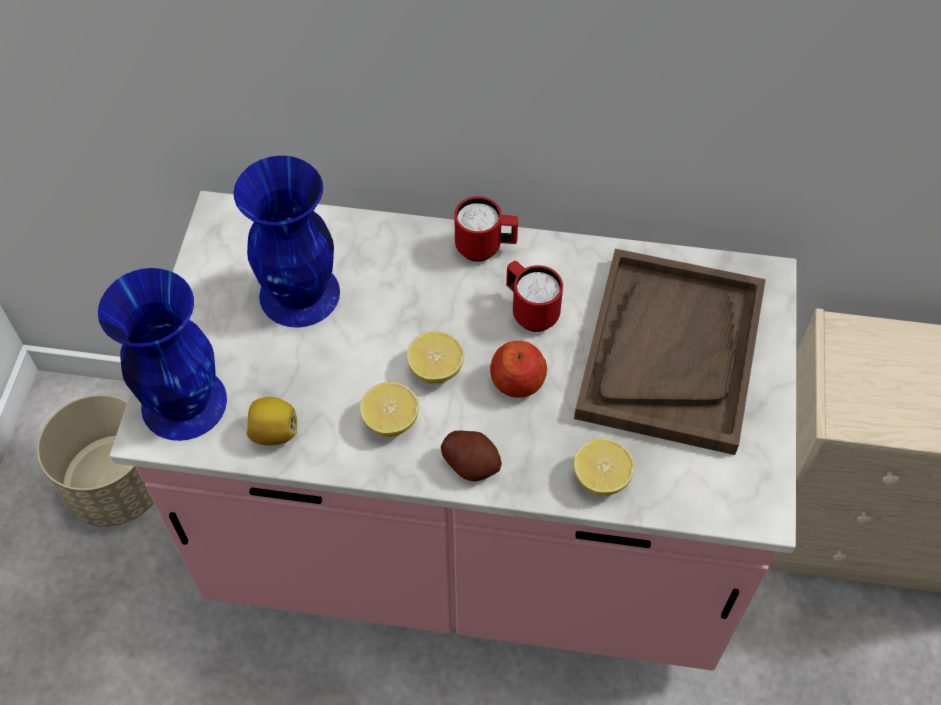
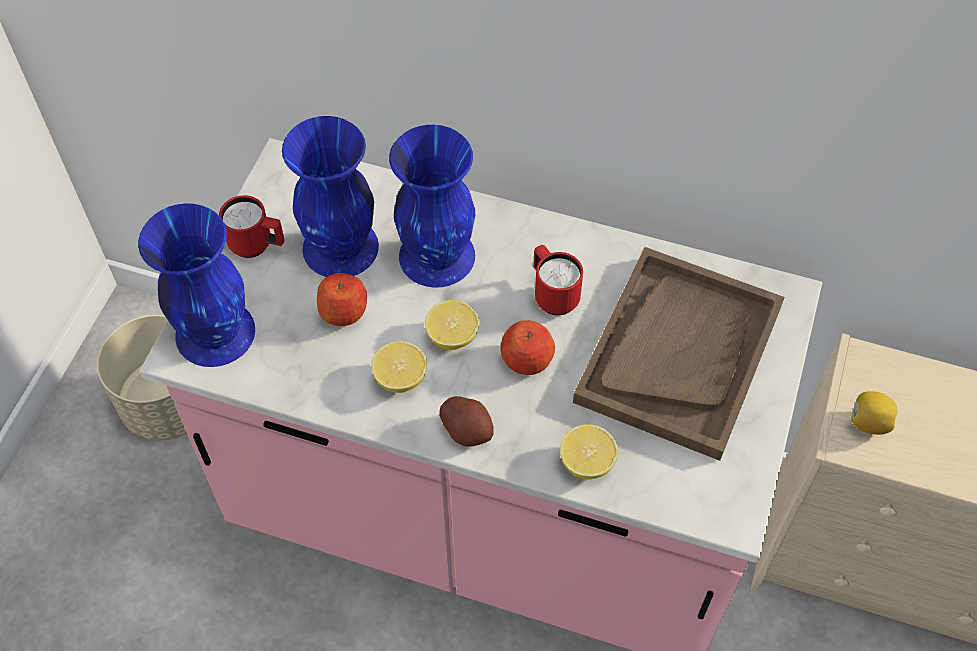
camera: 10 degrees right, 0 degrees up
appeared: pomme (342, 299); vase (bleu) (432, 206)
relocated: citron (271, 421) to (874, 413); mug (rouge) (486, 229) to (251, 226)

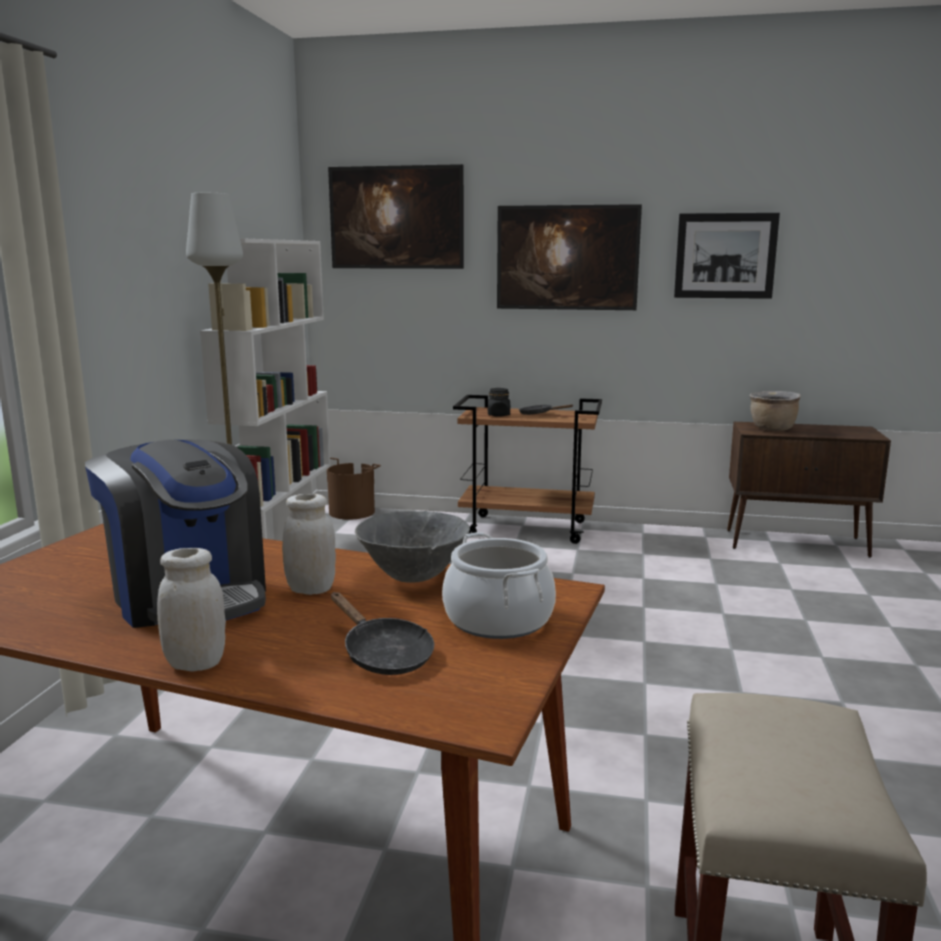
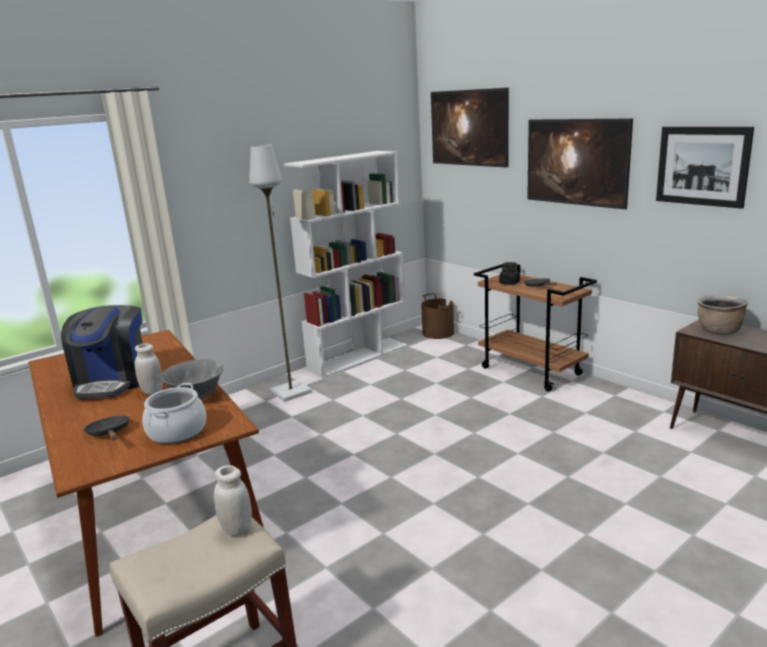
camera: 40 degrees right, 5 degrees up
relocated: bocal (blanc) (191, 610) to (233, 500)
spun: poêle (noir) (382, 633) = (107, 427) 150 degrees clockwise

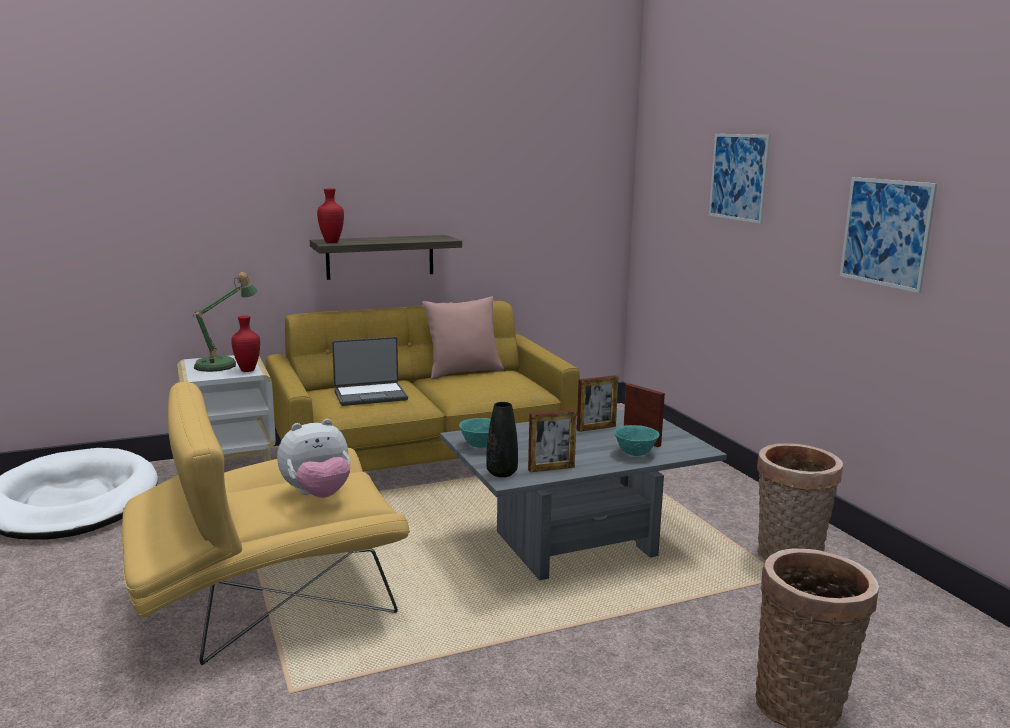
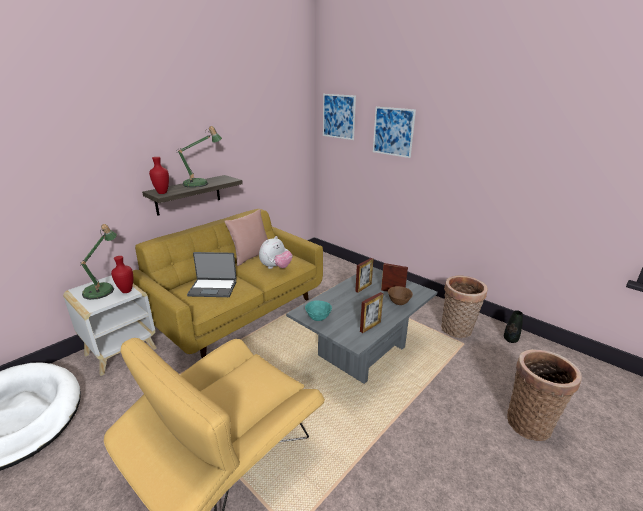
camera: 25 degrees left, 10 degrees up
appeared: lampe de table (199, 157)
relocated: peluche (313, 458) to (276, 252); vase (noir) (502, 439) to (513, 326); tableau (888, 235) to (339, 117)
colour: bol (turquoise) (636, 440) to bol (marron) (400, 295)
spun: ordinateur portable (370, 371) = (212, 274) 45 degrees clockwise

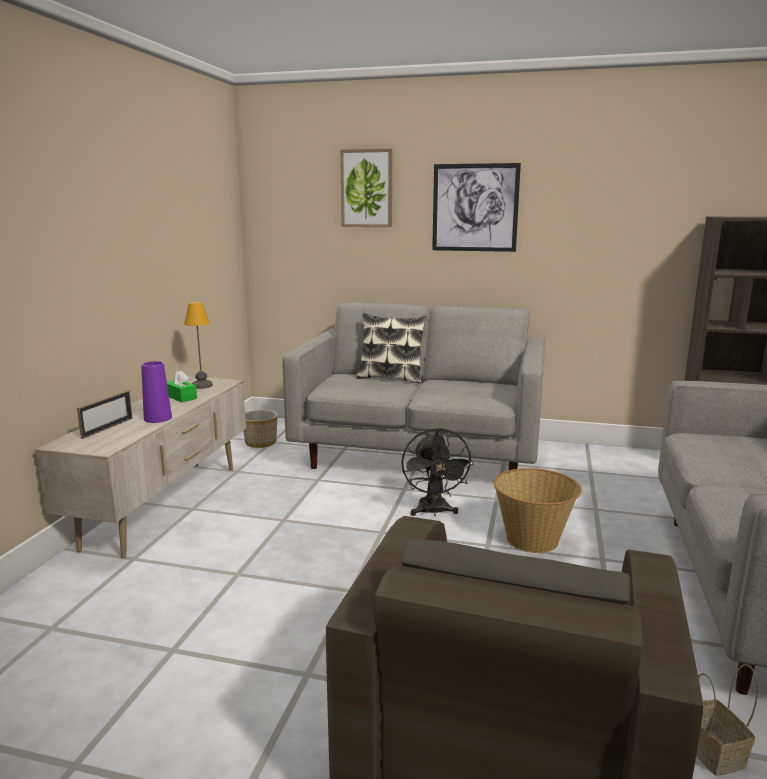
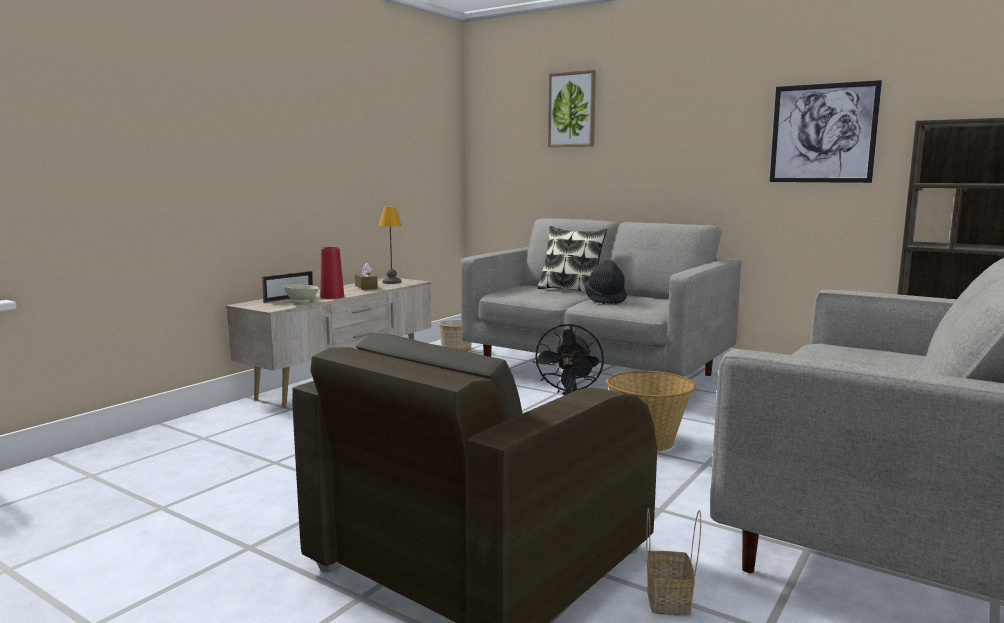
camera: 20 degrees right, 5 degrees down
appeared: bol (beige) (301, 293); chapeau (noir) (605, 282)
relocated: tableau (476, 207) to (826, 131)
colour: vase (violet) (156, 392) to vase (rouge) (332, 273); boîte à mouchoirs (vert) (182, 386) to boîte à mouchoirs (marron) (366, 276)

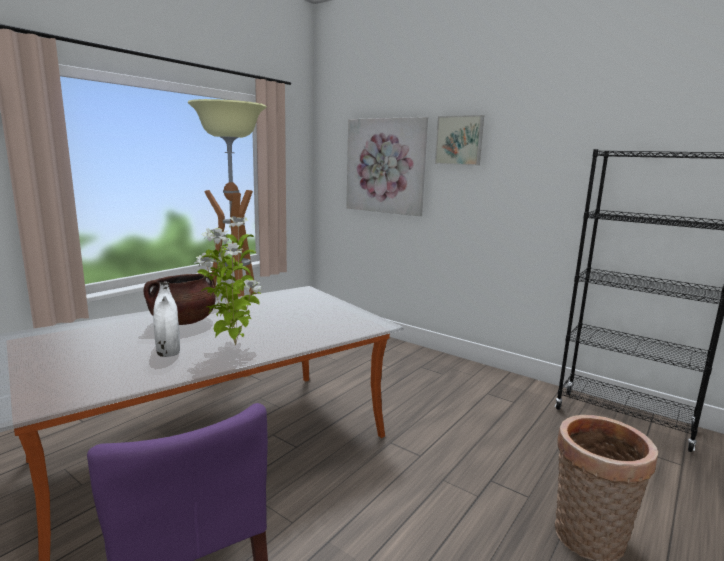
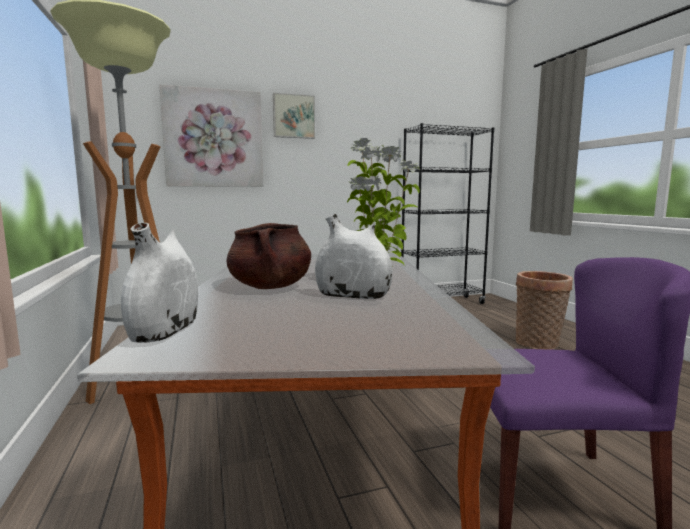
camera: 55 degrees left, 5 degrees down
appeared: vase (blanc) (159, 283)

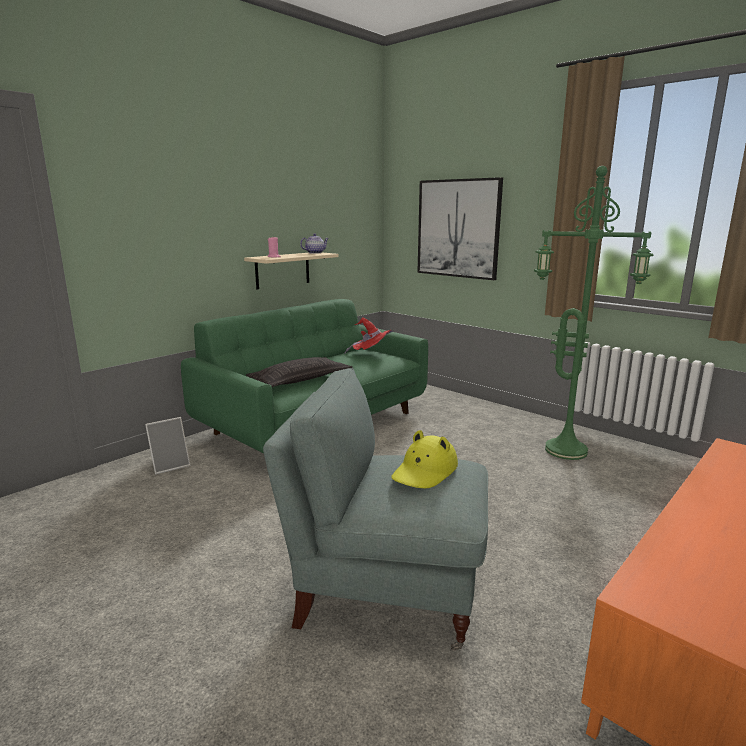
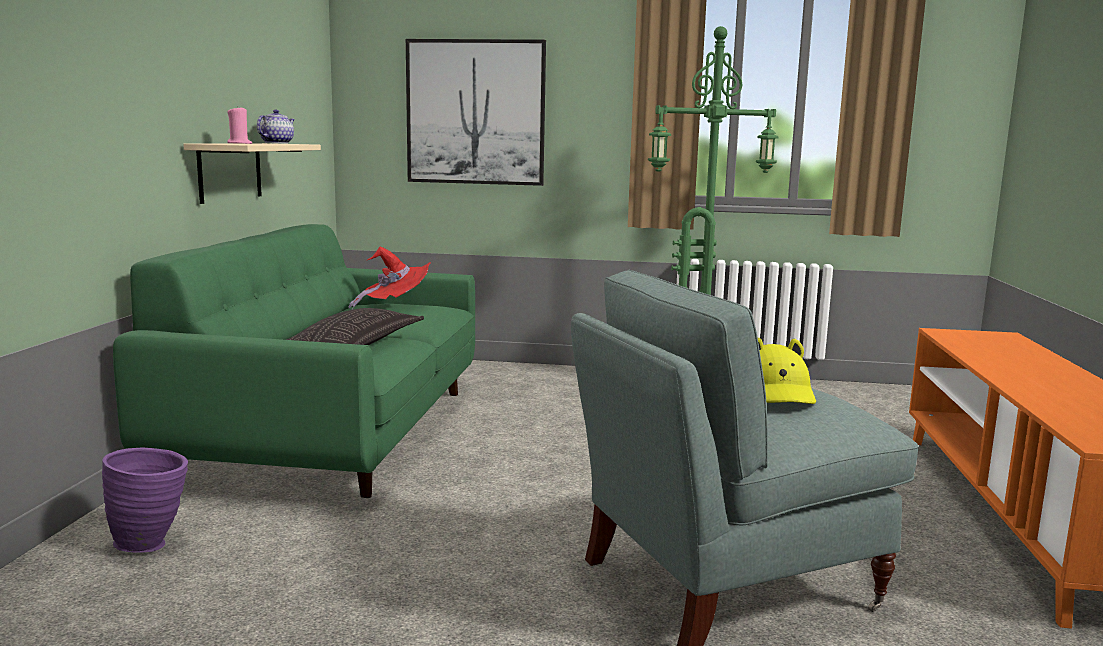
camera: 35 degrees left, 5 degrees down
exchanged: cadre photo (167, 445) to vase (violet) (145, 500)

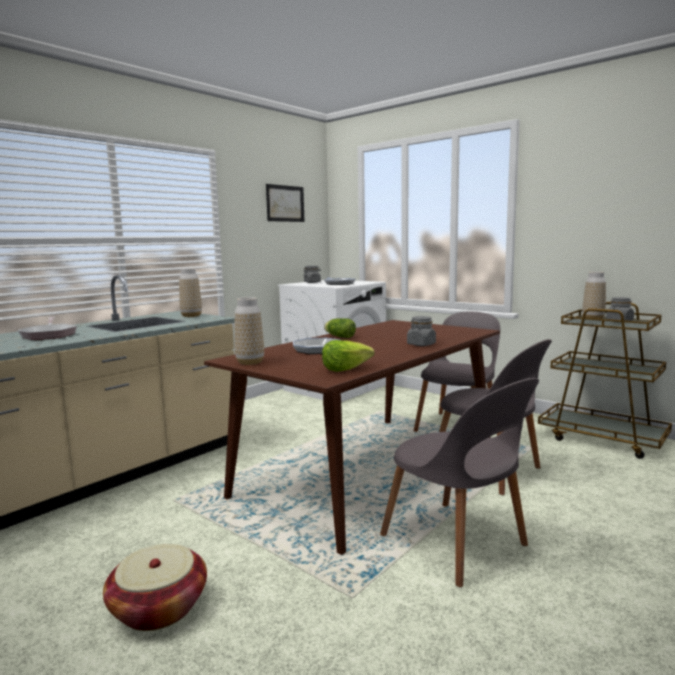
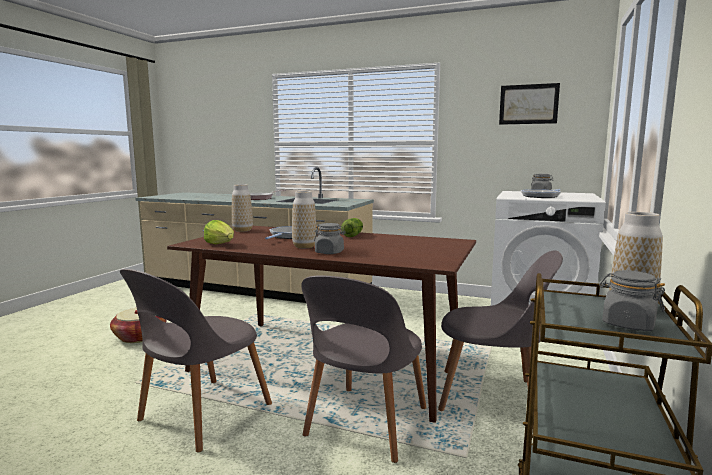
camera: 70 degrees right, 0 degrees up
relocated: vase (190, 292) to (304, 219)

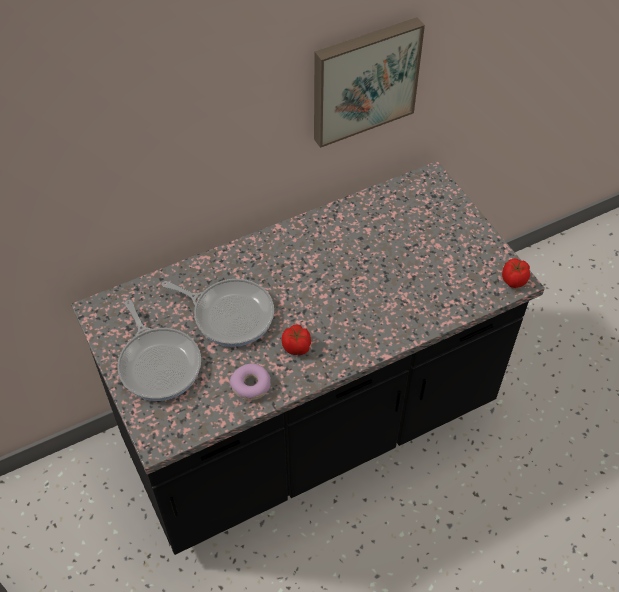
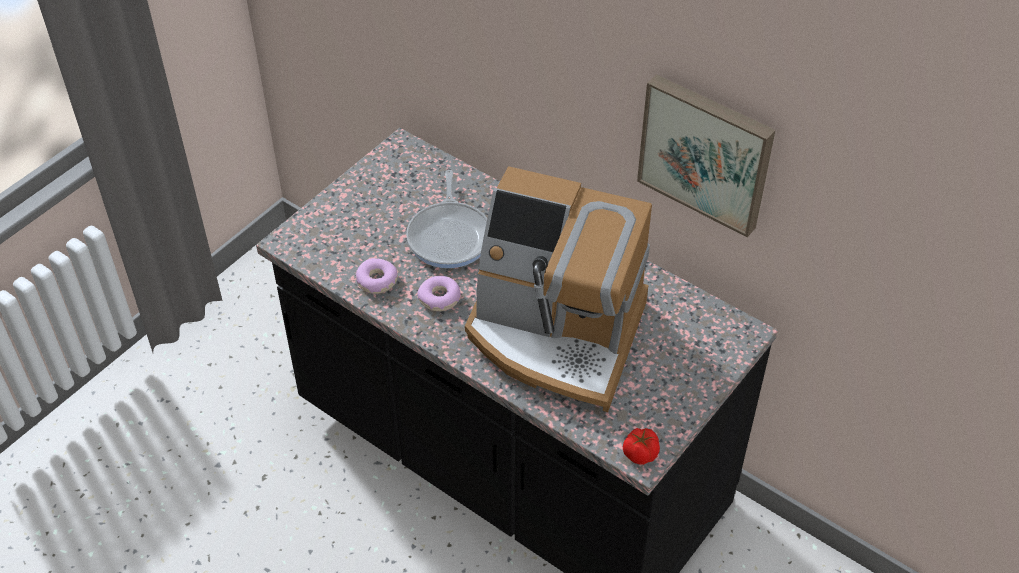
camera: 65 degrees right, 5 degrees down
missing: poêle (159, 350)
appeared: machine à café (558, 289)
exchanged: tomate (296, 340) to beignet (439, 293)

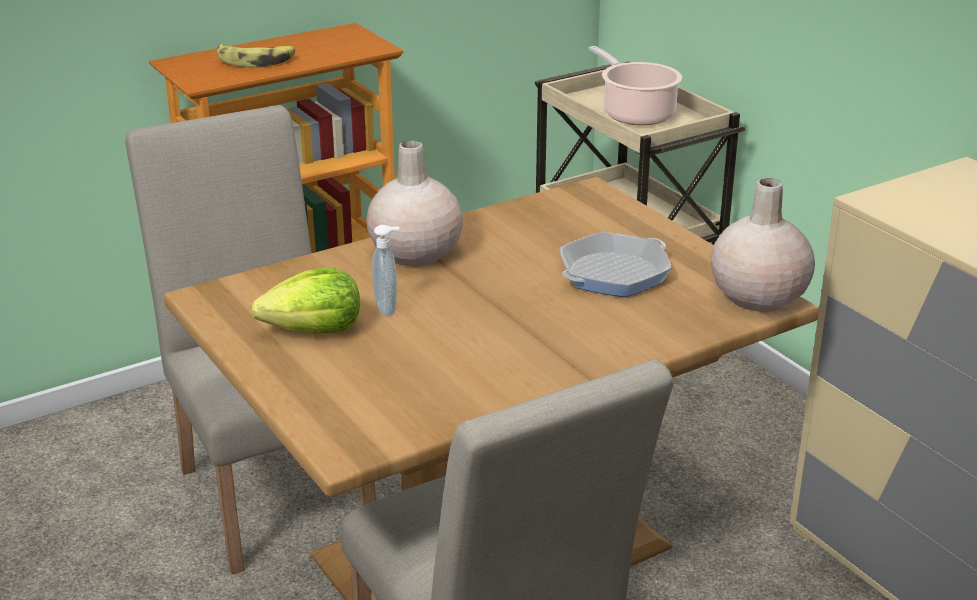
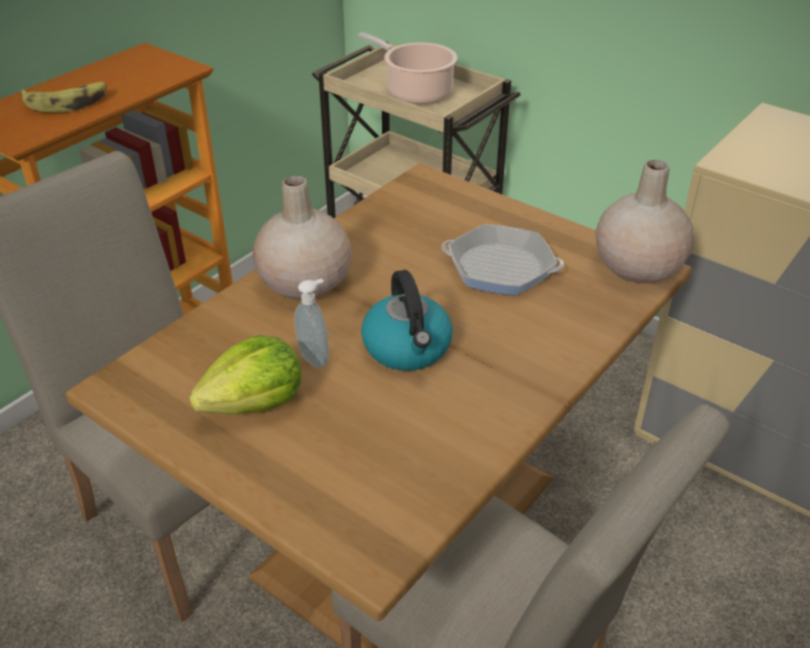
camera: 20 degrees left, 10 degrees up
appeared: bouilloire (407, 320)
spun: poêle (615, 264) = (502, 260) 105 degrees counterclockwise

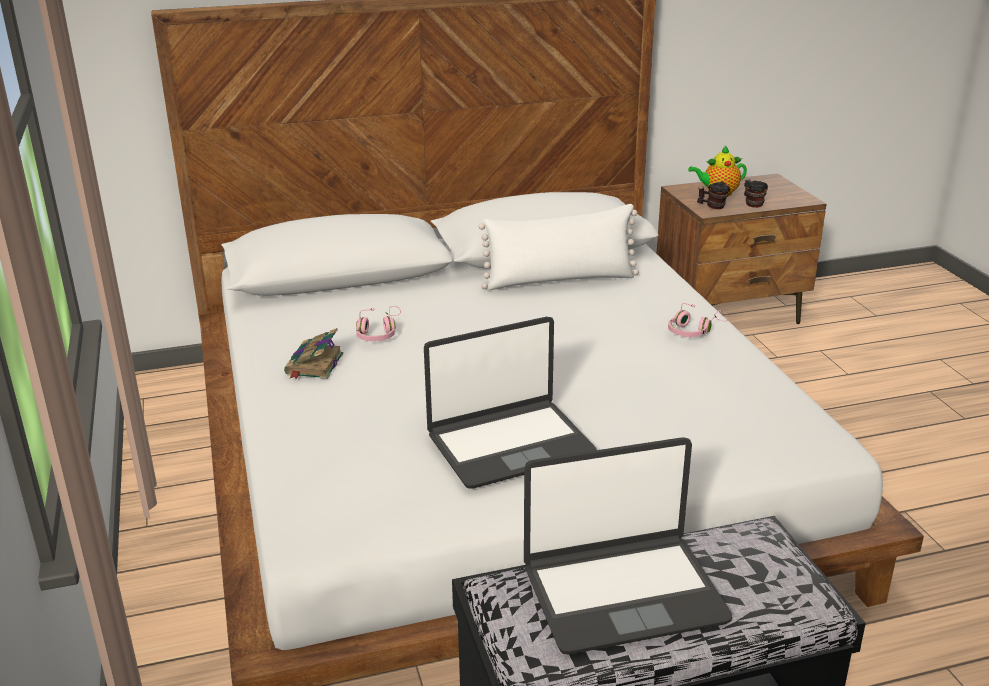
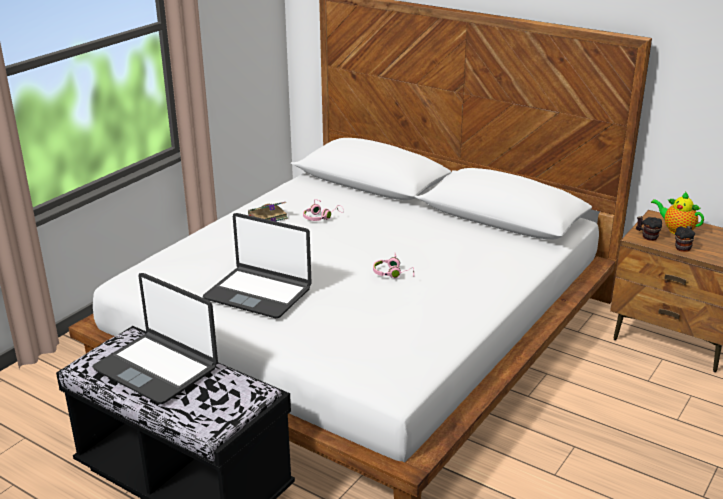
camera: 50 degrees right, 0 degrees up
missing: coussin (blanc) (558, 247)
relocated: casque audio (rose) (698, 320) to (393, 265)

